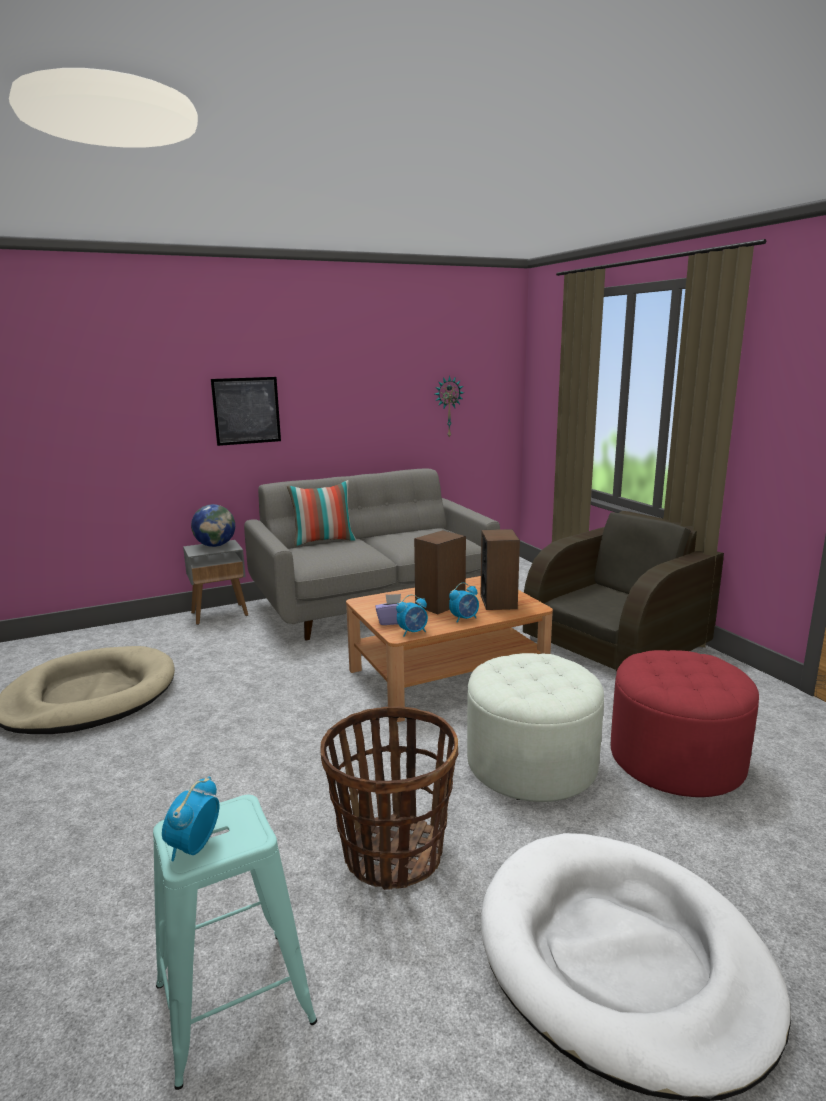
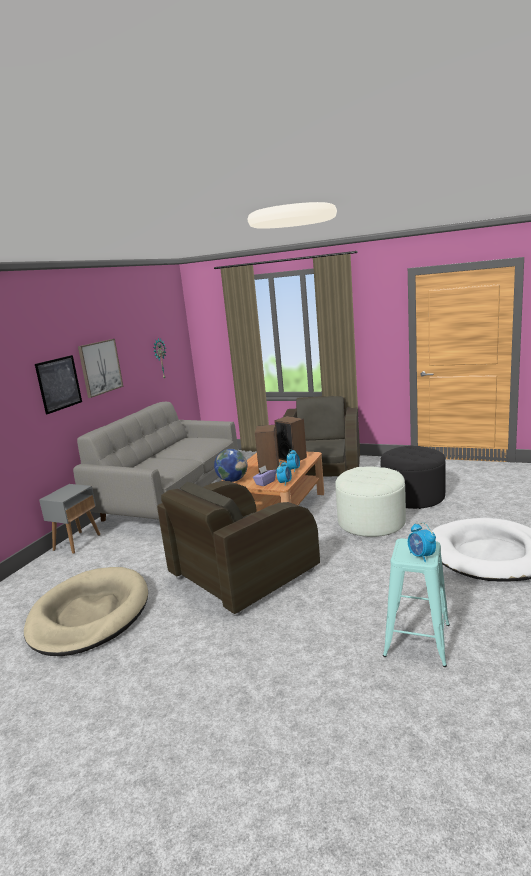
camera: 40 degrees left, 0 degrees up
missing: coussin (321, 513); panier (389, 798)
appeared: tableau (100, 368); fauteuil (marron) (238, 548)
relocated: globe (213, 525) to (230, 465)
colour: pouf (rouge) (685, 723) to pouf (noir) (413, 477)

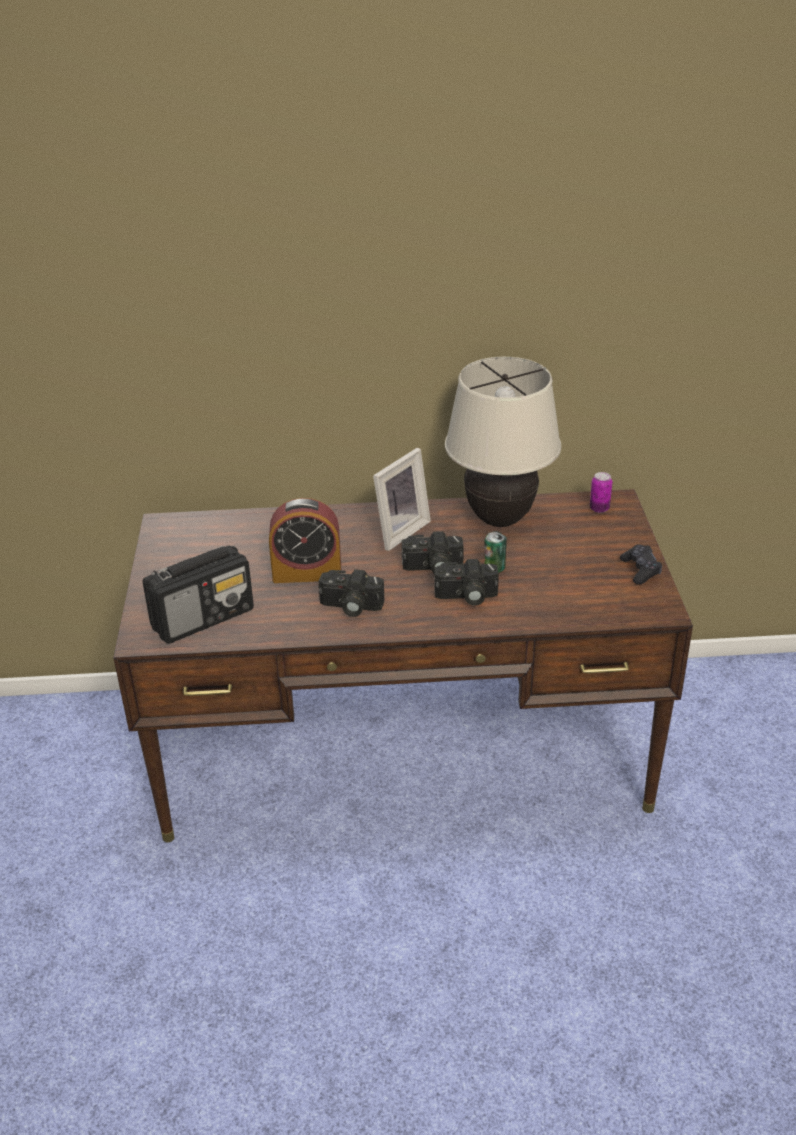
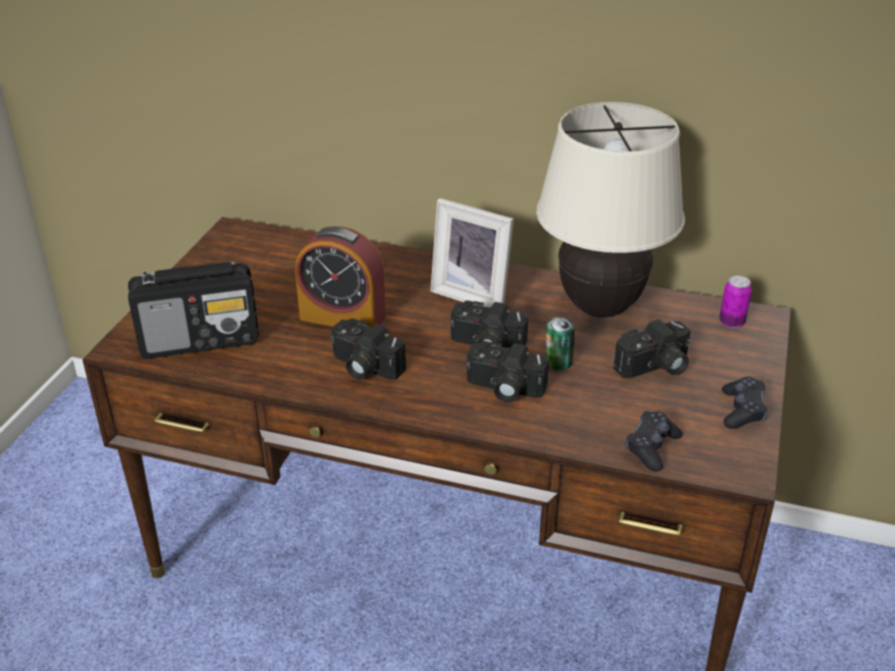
camera: 20 degrees right, 0 degrees up
appeared: appareil photo (652, 348); manette (noir) (654, 441)
spun: cadre photo (402, 499) = (472, 252) 60 degrees clockwise

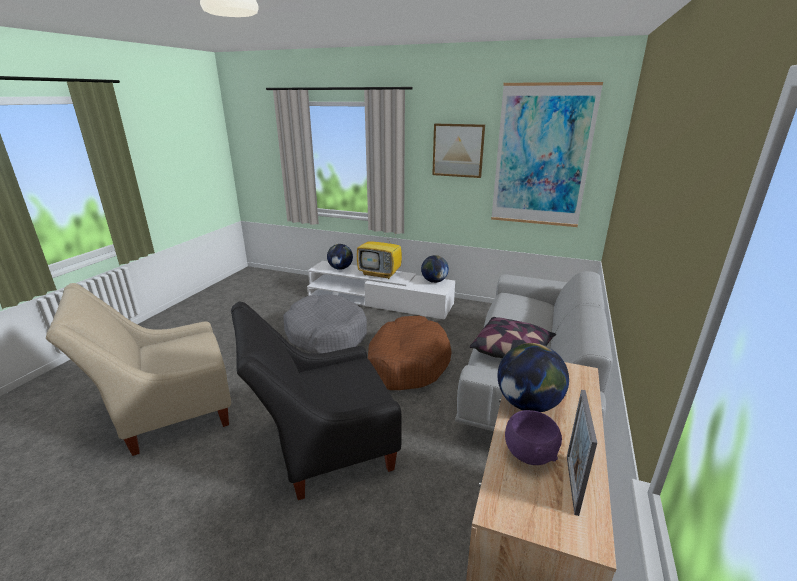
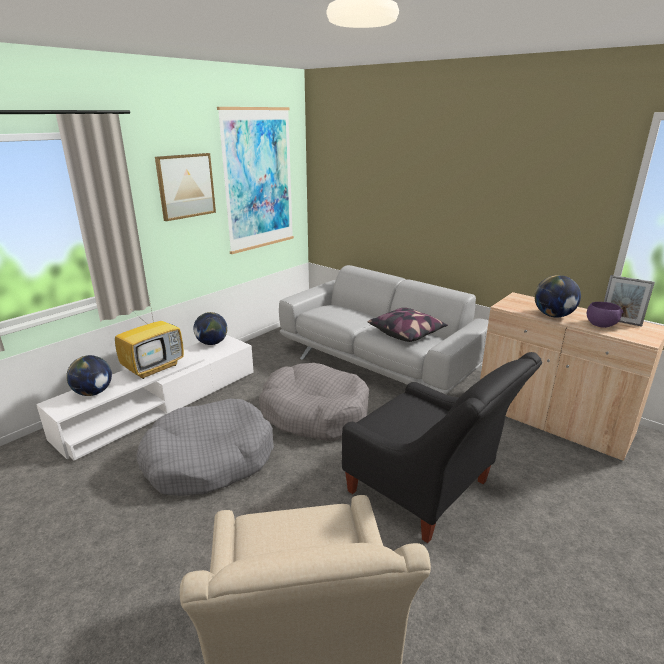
camera: 70 degrees left, 0 degrees up
colour: panier pour chien (marron) (410, 353) to panier pour chien (gris) (314, 402)
spun: fauteuil (noir) (316, 401) = (442, 447) 45 degrees counterclockwise

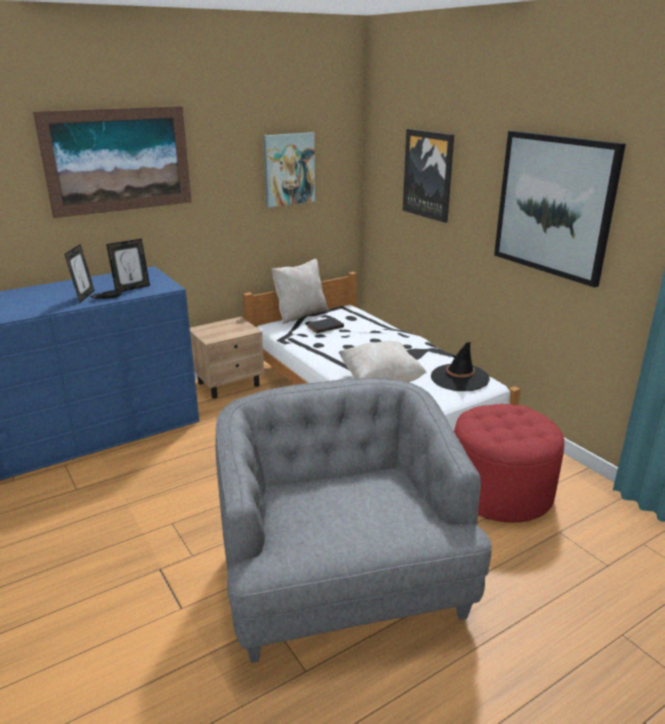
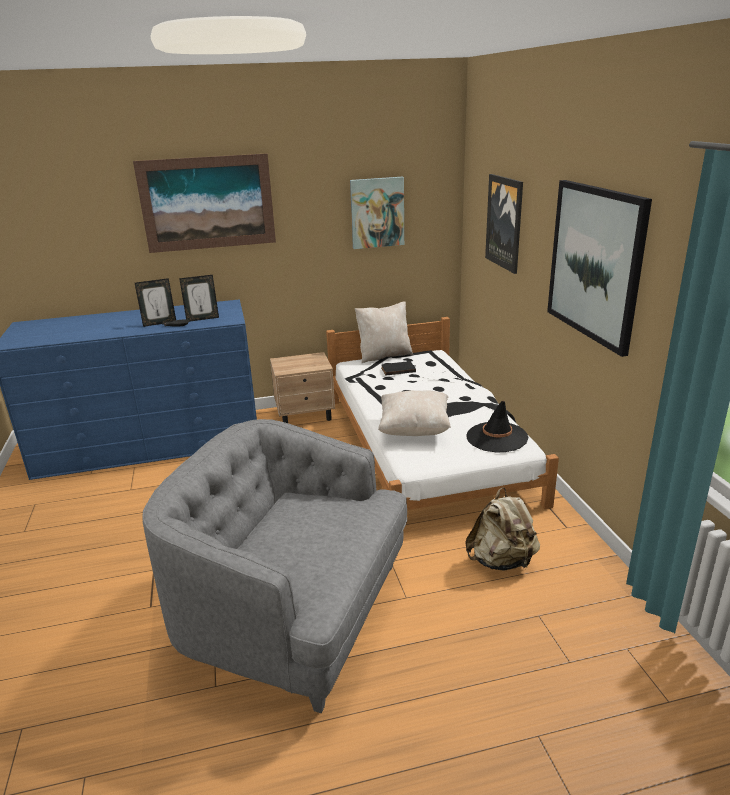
camera: 20 degrees right, 0 degrees up
exchanged: pouf (rouge) (509, 463) to sac à dos (beige) (502, 529)
spun: cadre photo (79, 273) = (155, 302) 45 degrees clockwise; fauteuil (gris) (354, 520) = (274, 566) 75 degrees counterclockwise

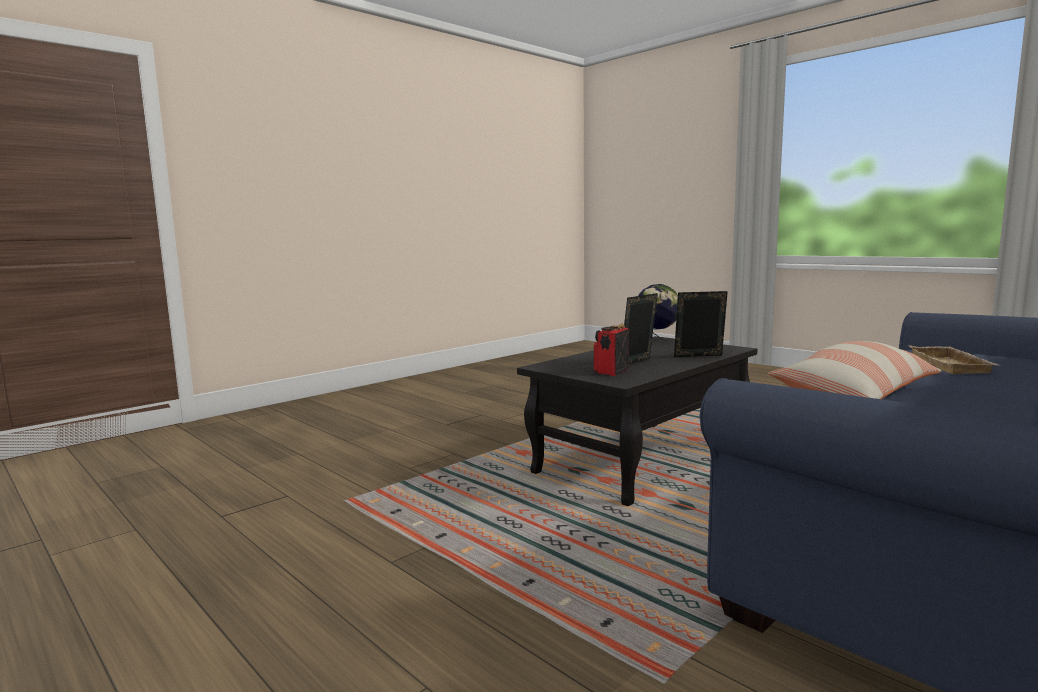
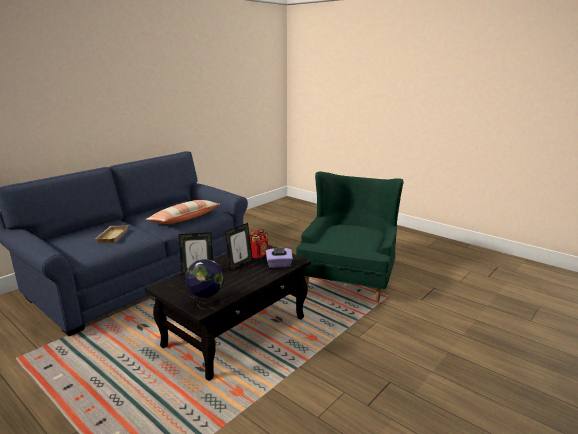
camera: 175 degrees right, 10 degrees up
appeared: boîte à mouchoirs (violet) (279, 258); fauteuil (vert) (350, 236)

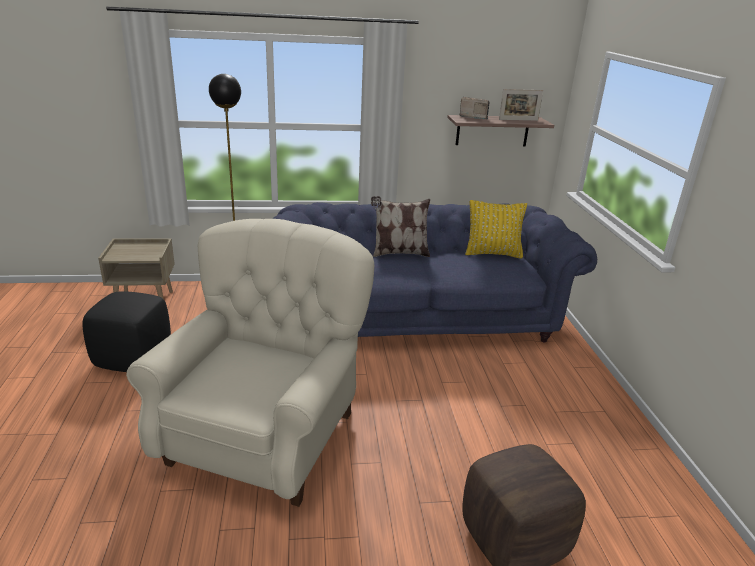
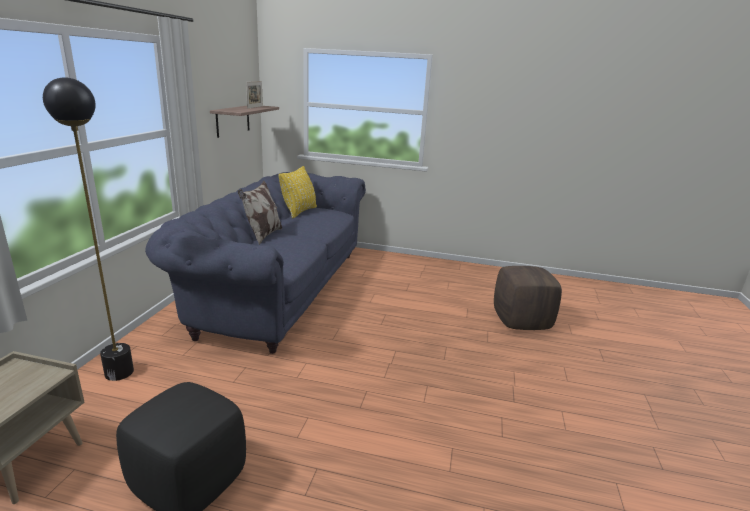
camera: 70 degrees left, 5 degrees down
missing: fauteuil (beige) (250, 363); radio (475, 108)

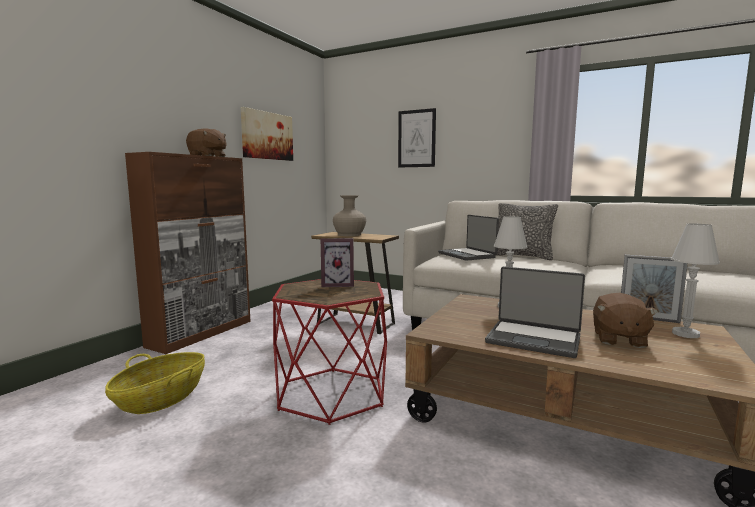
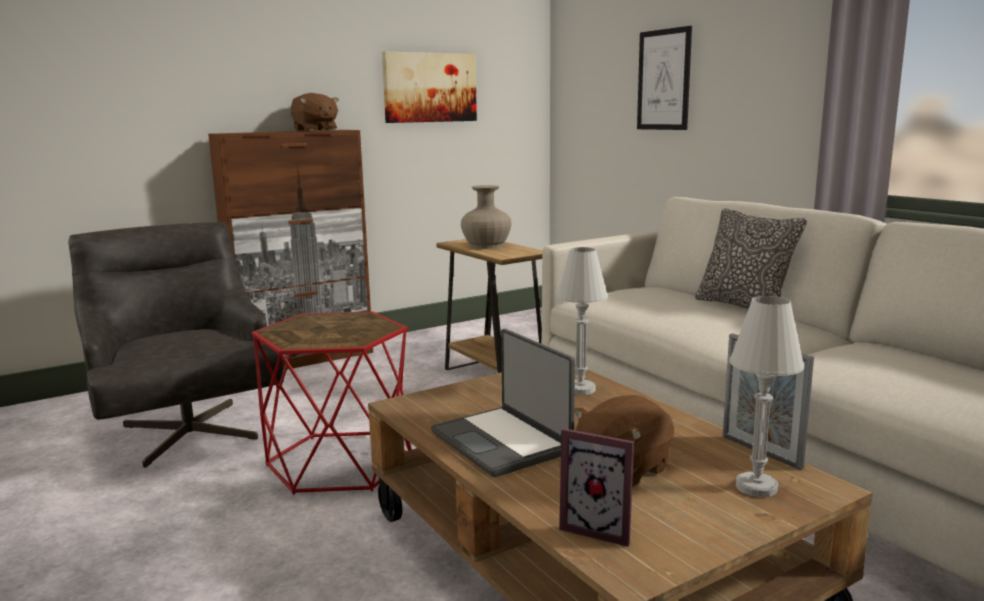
camera: 30 degrees right, 5 degrees up
missing: ordinateur portable (468, 238)
relocated: cadre photo (337, 262) to (596, 487)
exchanged: panier (155, 383) to fauteuil (gris) (176, 345)

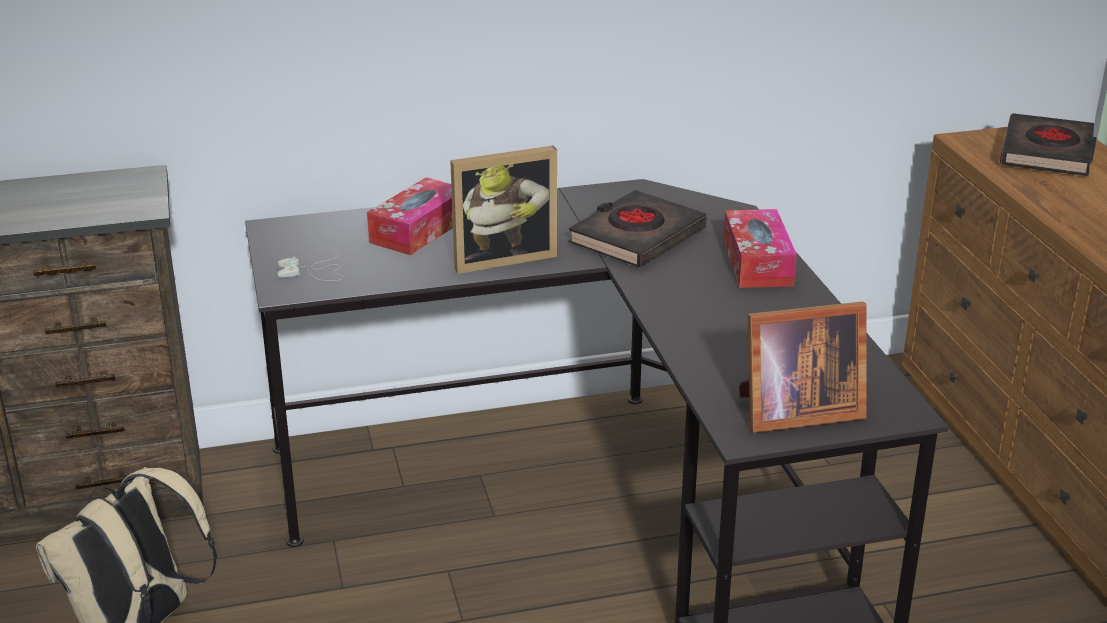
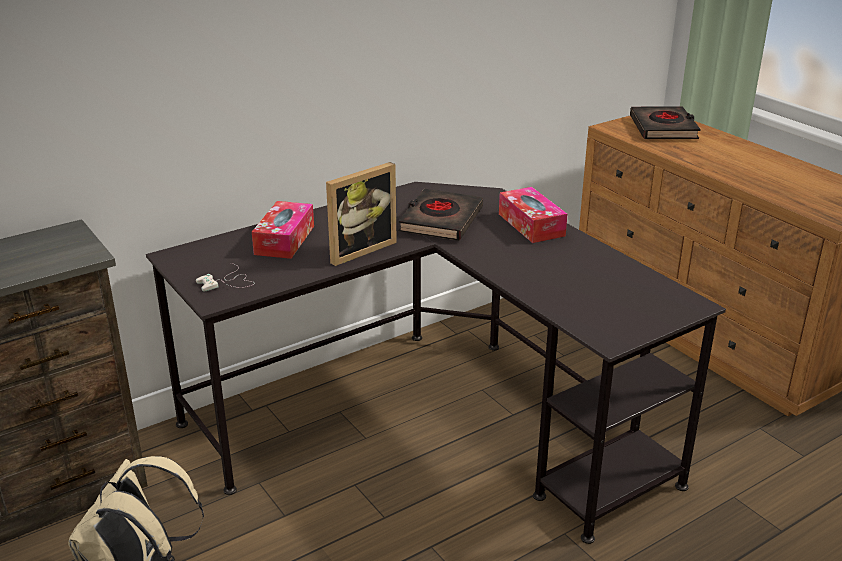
camera: 20 degrees left, 0 degrees up
missing: cadre photo (803, 367)

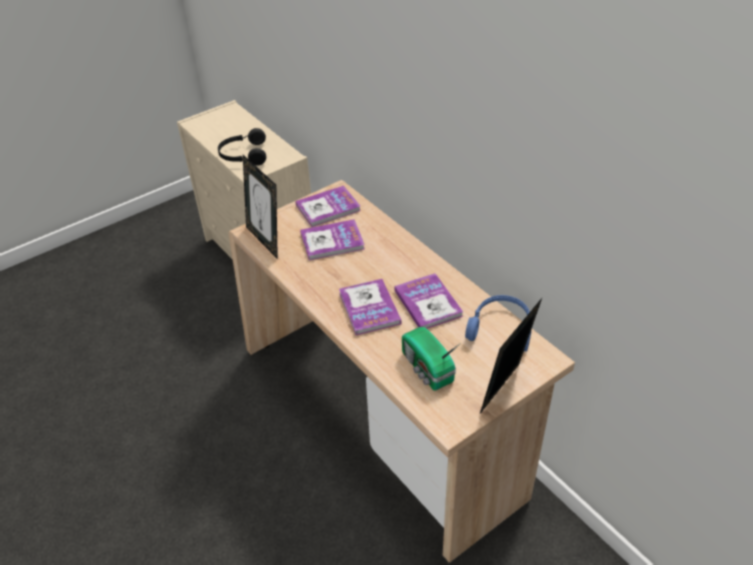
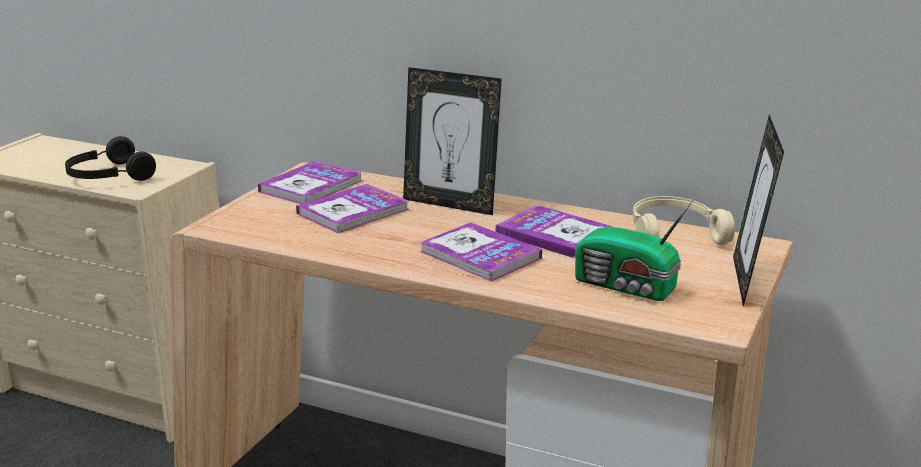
camera: 30 degrees left, 20 degrees down
relocated: cadre photo (260, 207) to (452, 141)
colour: casque audio (bleu) (498, 323) to casque audio (beige) (684, 220)

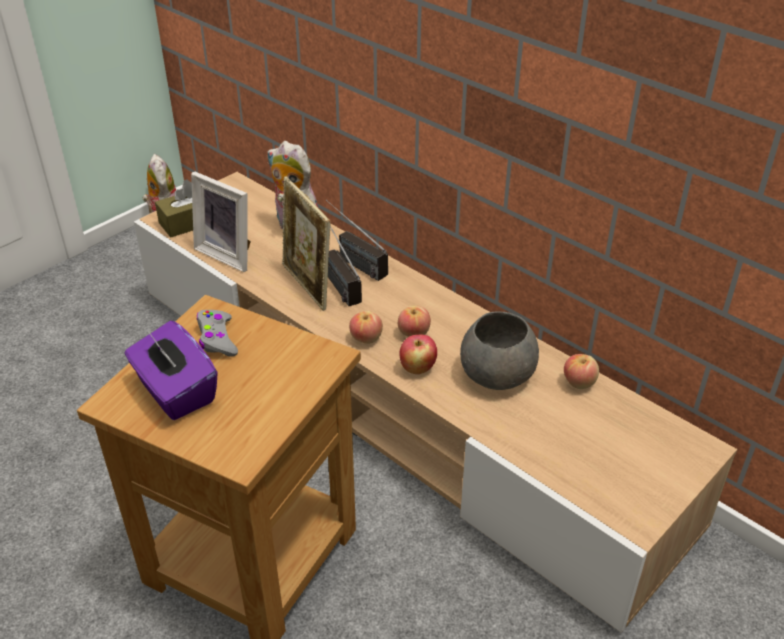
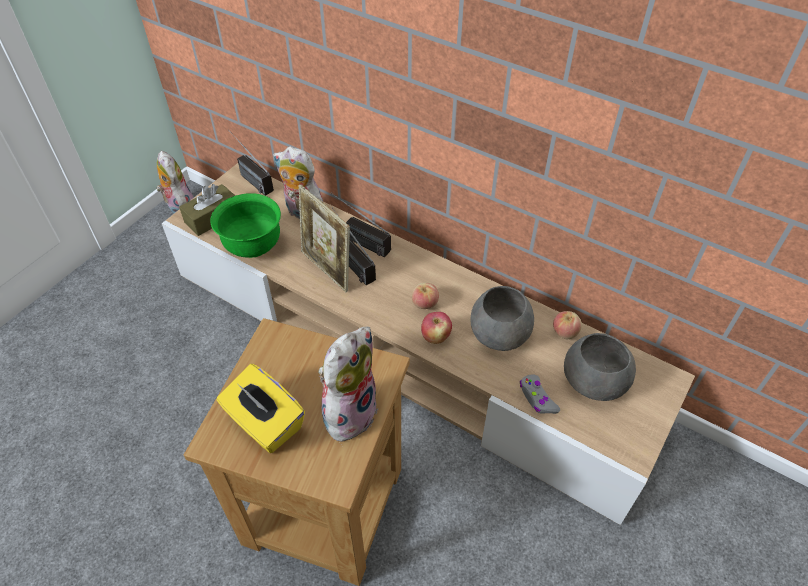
camera: 10 degrees left, 10 degrees up
missing: pomme (366, 327)
appeared: radio (251, 163); peluche (348, 385); bol (gris) (600, 367)
relocated: manette (gris) (217, 333) to (540, 394)
exchanged: cadre photo (221, 222) to bol (vert) (245, 225)
colour: boîte à mouchoirs (violet) (171, 370) to boîte à mouchoirs (jaune) (261, 408)

